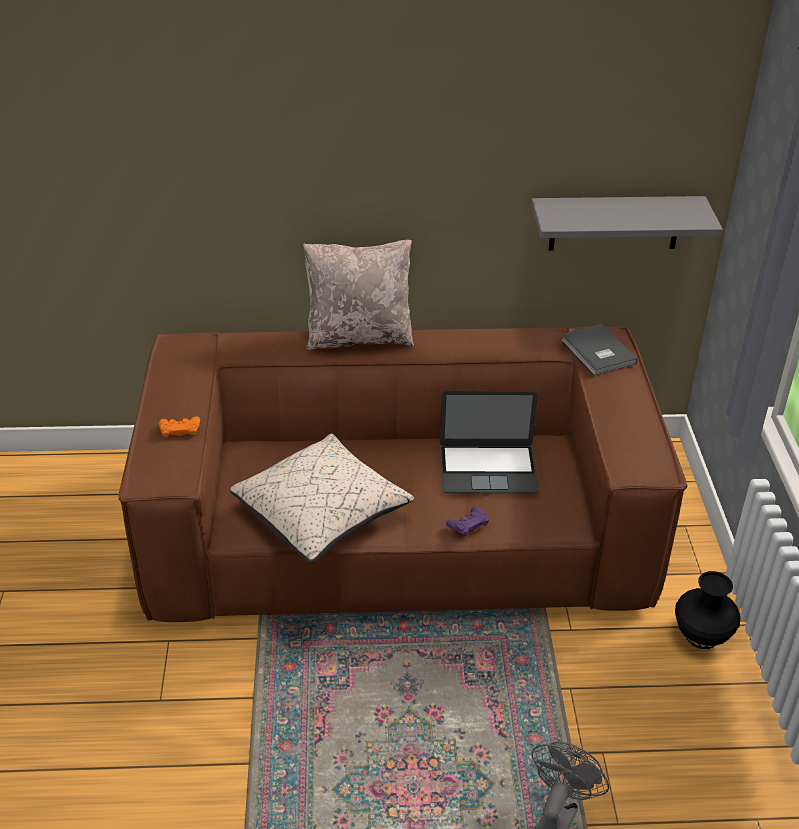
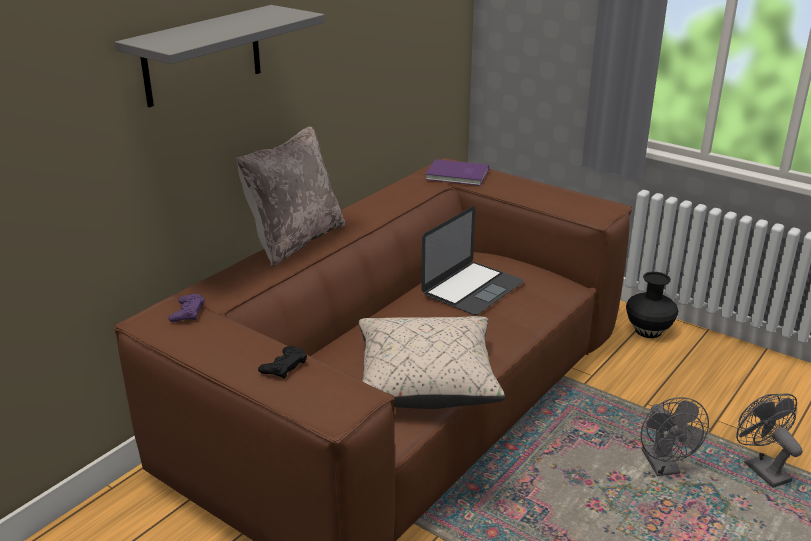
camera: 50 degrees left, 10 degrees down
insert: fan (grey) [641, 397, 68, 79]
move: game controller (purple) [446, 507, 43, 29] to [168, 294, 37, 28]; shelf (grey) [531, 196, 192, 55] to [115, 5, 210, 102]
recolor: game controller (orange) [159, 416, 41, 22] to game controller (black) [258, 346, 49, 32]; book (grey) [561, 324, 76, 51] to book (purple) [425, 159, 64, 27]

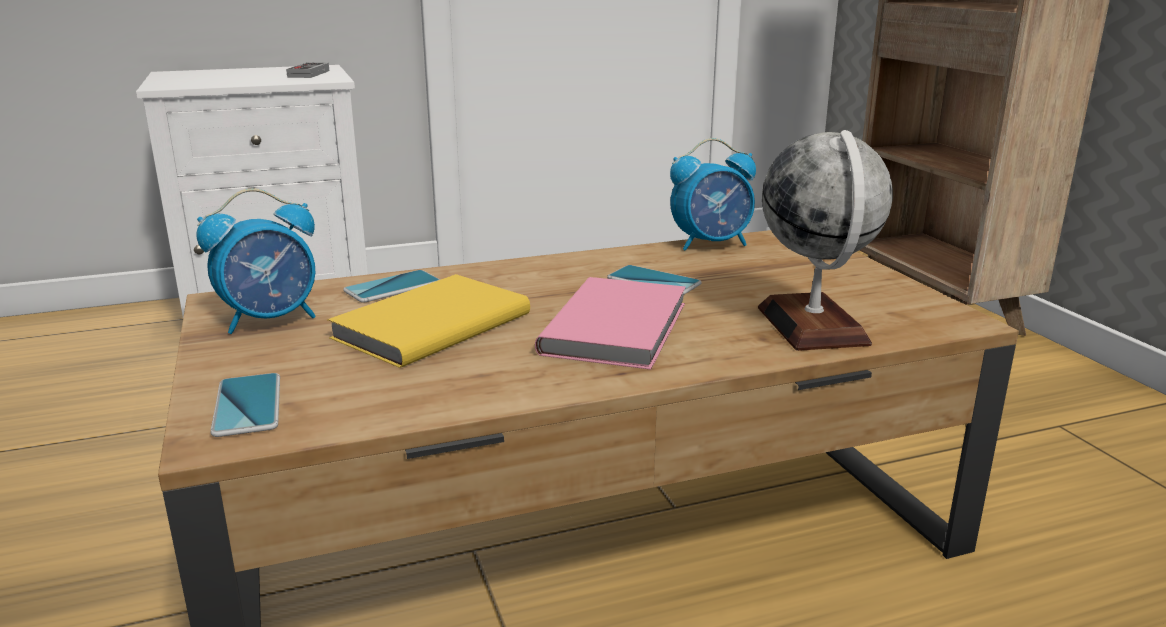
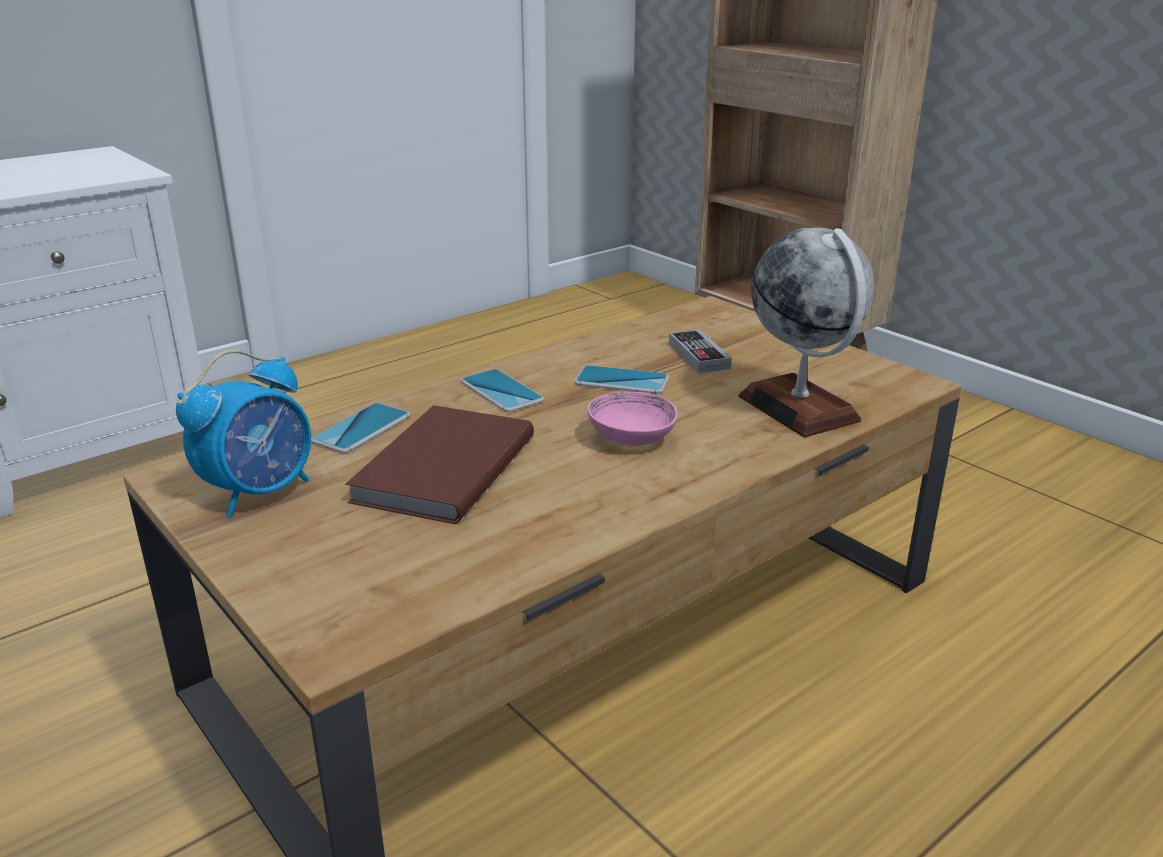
camera: 20 degrees left, 5 degrees up
delete: alarm clock [670, 138, 86, 113]
move: phone [211, 373, 69, 64] to [461, 369, 83, 43]; game controller [286, 63, 43, 15] to [669, 329, 62, 44]
replace: book (pink) [535, 277, 151, 93] to bowl (pink) [587, 392, 91, 54]
recolor: book (yellow) [327, 274, 203, 94] to book (brown) [345, 405, 189, 119]

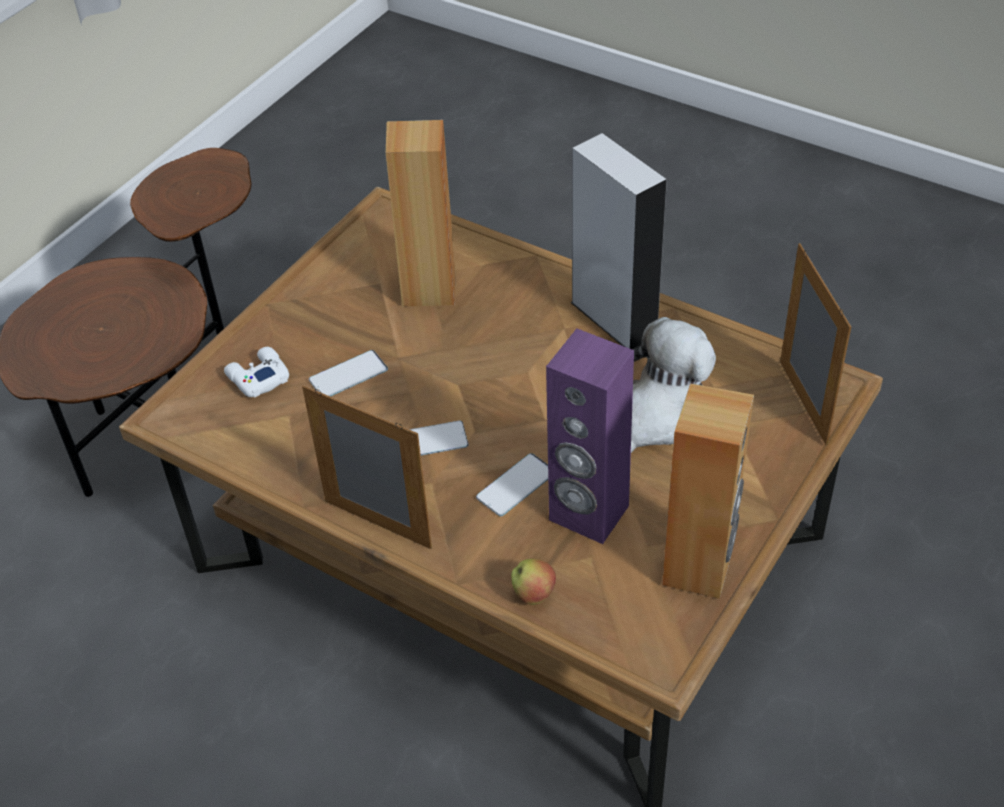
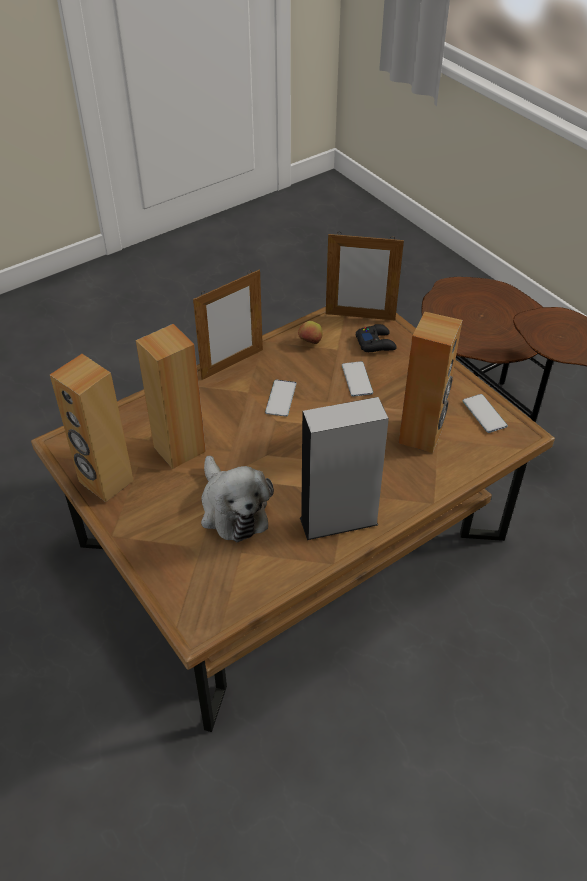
camera: 110 degrees right, 0 degrees up
move: phone [476, 453, 72, 63] to [463, 394, 45, 39]; apple [511, 559, 45, 46] to [298, 321, 24, 23]; picture frame [780, 243, 71, 202] to [326, 233, 78, 87]
recolor: game controller (white) [224, 347, 65, 51] to game controller (black) [355, 324, 42, 28]; speaker (purple) [546, 328, 88, 216] to speaker (brown) [136, 324, 70, 145]

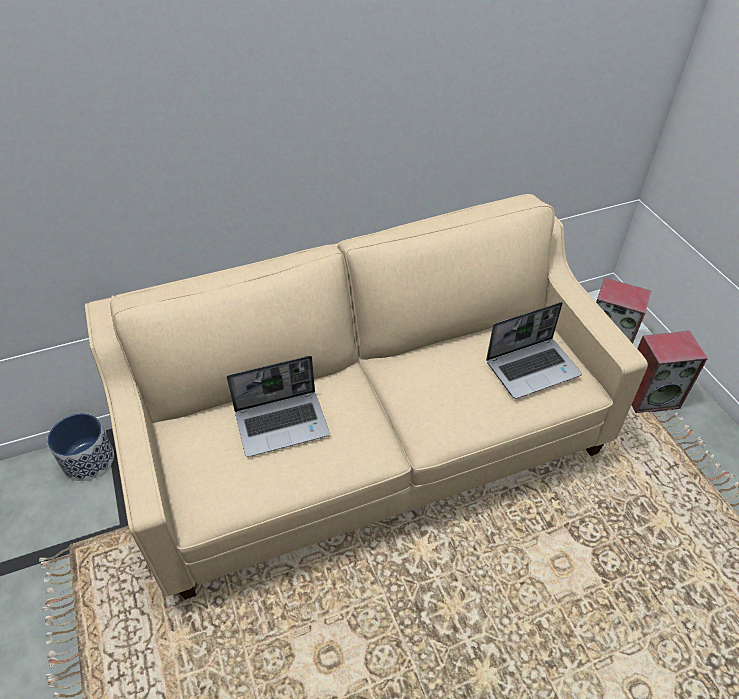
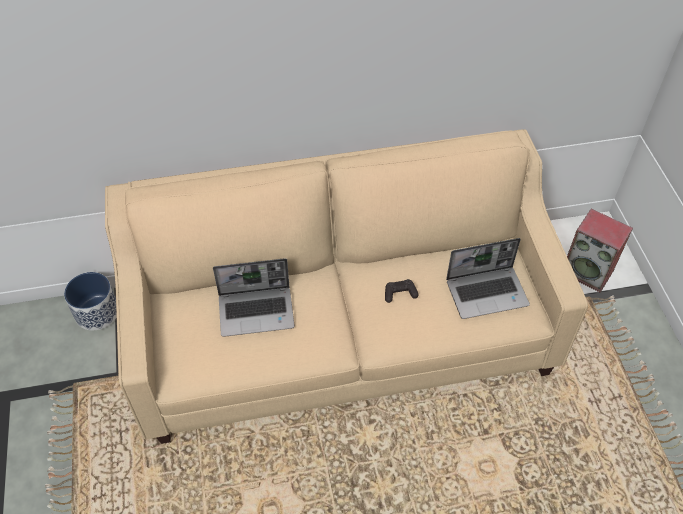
camera: 10 degrees right, 5 degrees up
delete: speaker [632, 331, 76, 82]
insert: game controller (black) [385, 279, 34, 24]

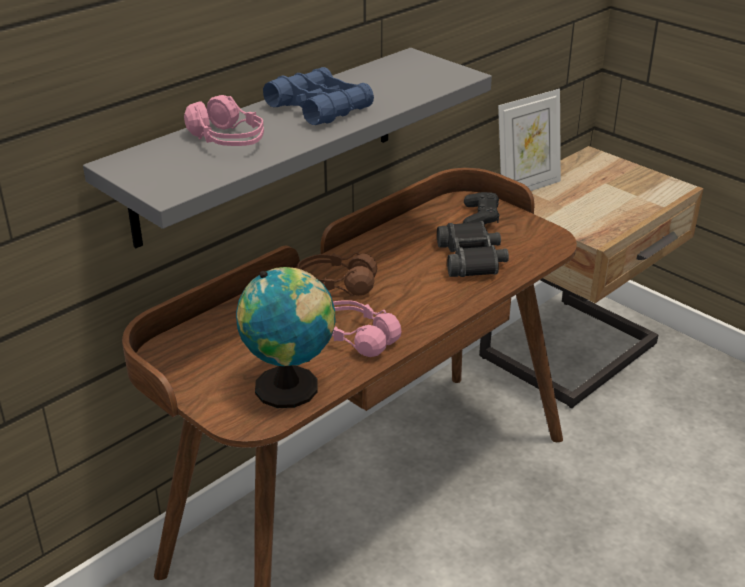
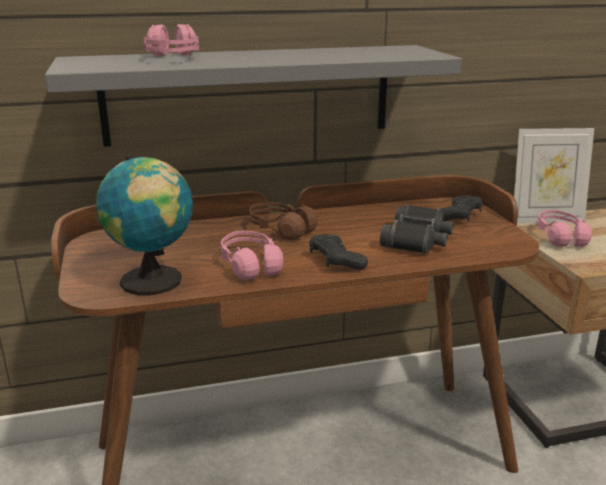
camera: 30 degrees right, 10 degrees down
delete: binoculars (blue) [263, 67, 111, 58]
insert: game controller (black) [309, 234, 59, 36]; headphones (pink) [537, 210, 55, 37]

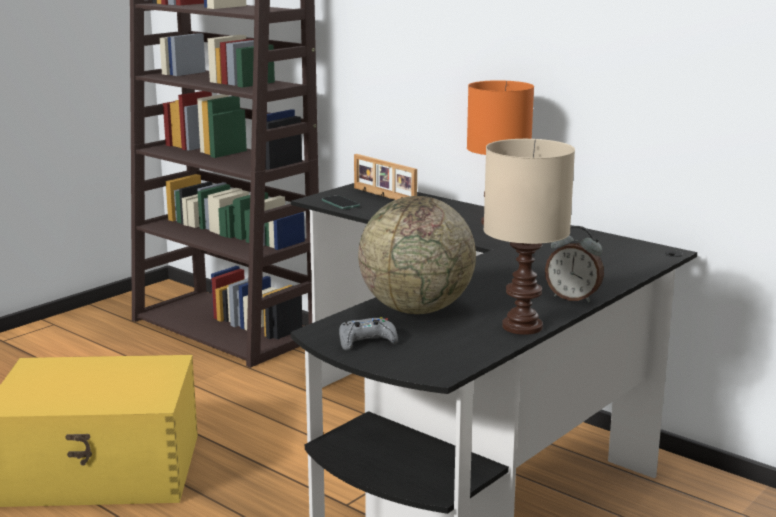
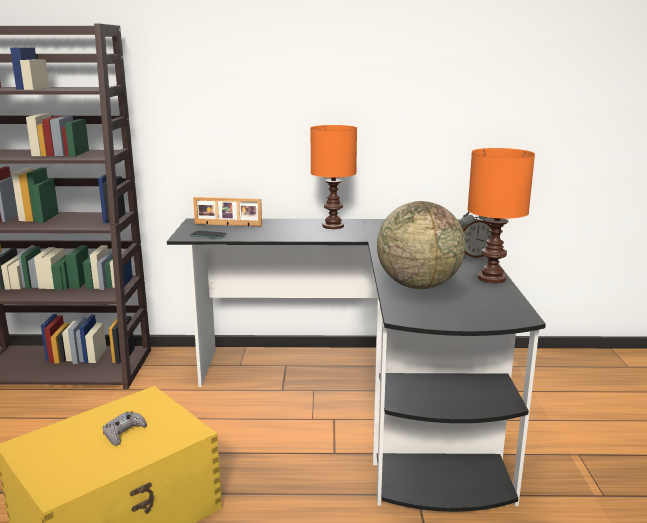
camera: 40 degrees left, 0 degrees up
move: game controller (grey) [339, 317, 59, 33] to [103, 411, 44, 35]
recolor: table lamp (beige) [483, 139, 92, 196] to table lamp (orange) [467, 148, 68, 135]

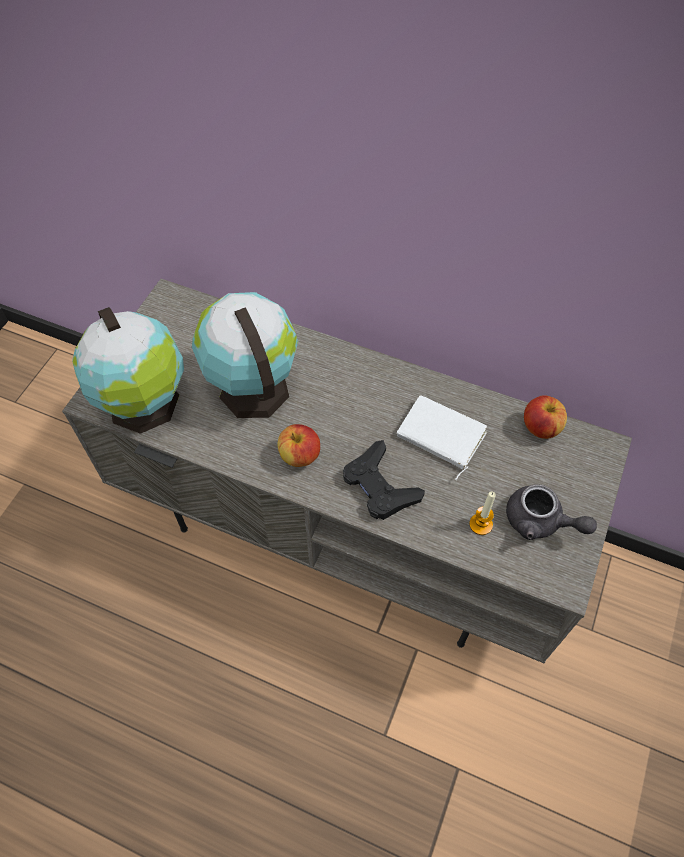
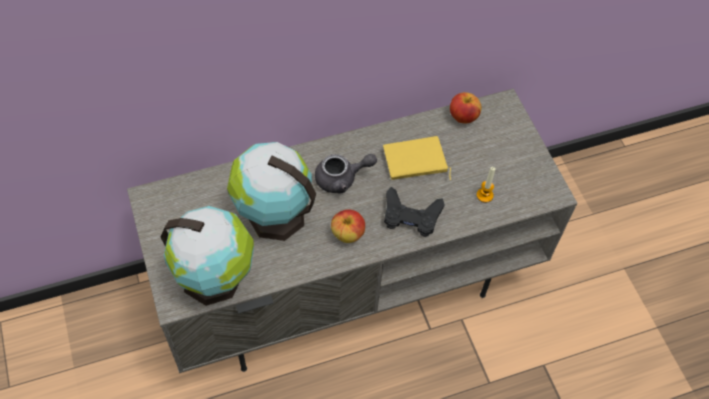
camera: 45 degrees left, 0 degrees up
move: teapot (grey) [506, 484, 91, 56] to [315, 154, 62, 40]
recolor: book (white) [397, 395, 90, 85] to book (yellow) [383, 136, 68, 44]

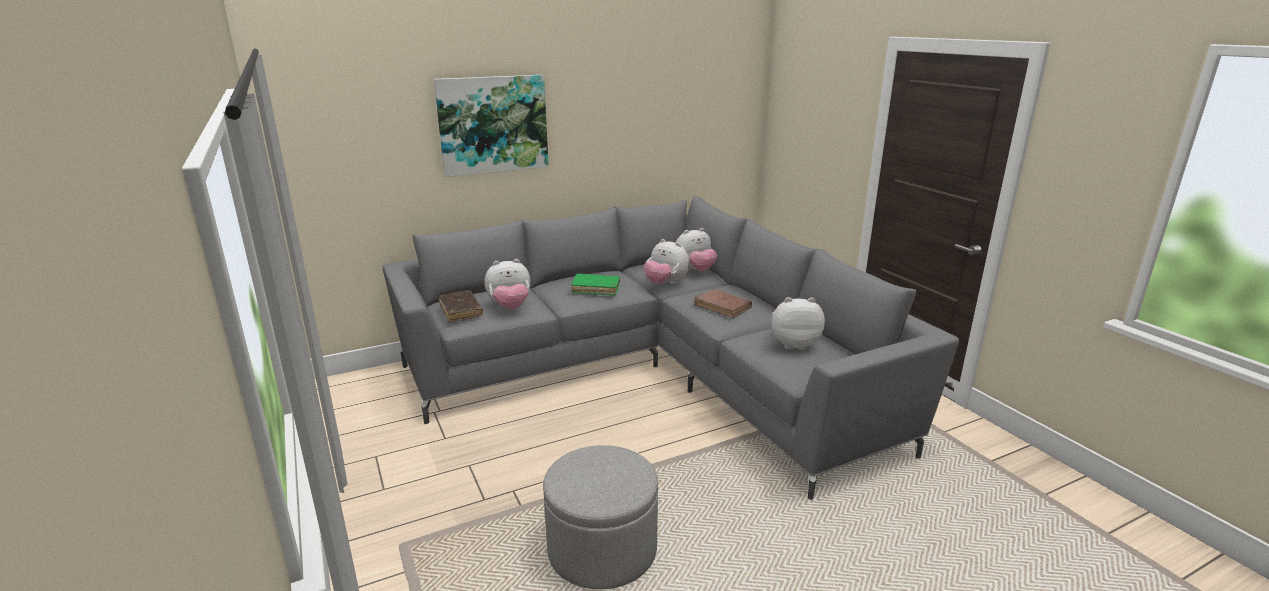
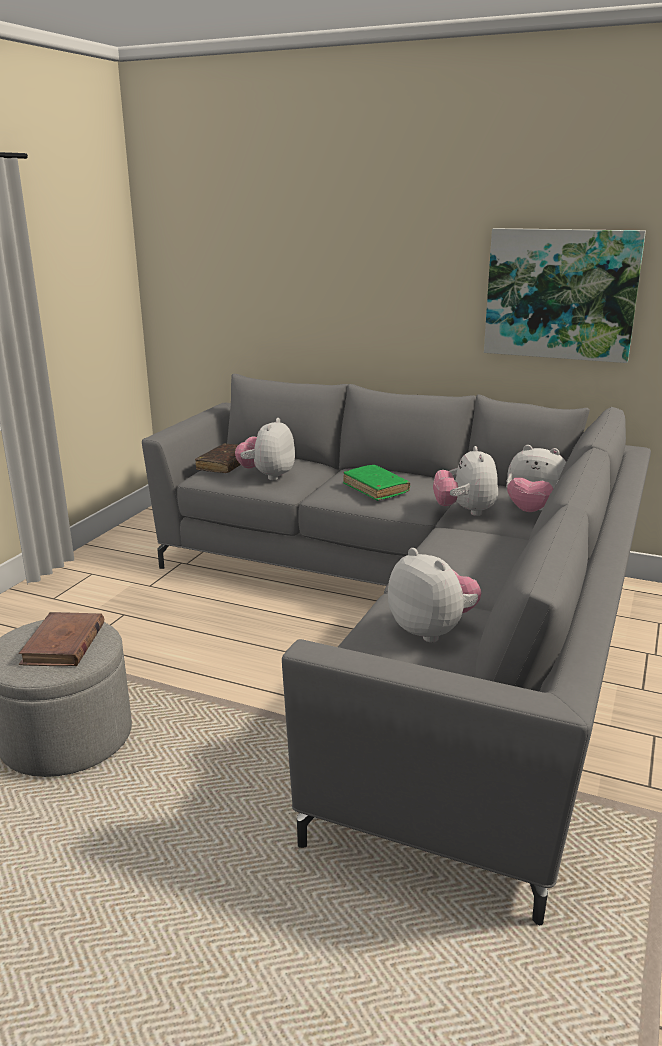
camera: 50 degrees right, 0 degrees up
move: picture [434, 75, 115, 102] to [484, 228, 162, 135]; book (brown) [694, 289, 58, 29] to [19, 612, 85, 54]
rotate: plush toy [485, 259, 46, 50] = [235, 418, 60, 62] 75 degrees clockwise

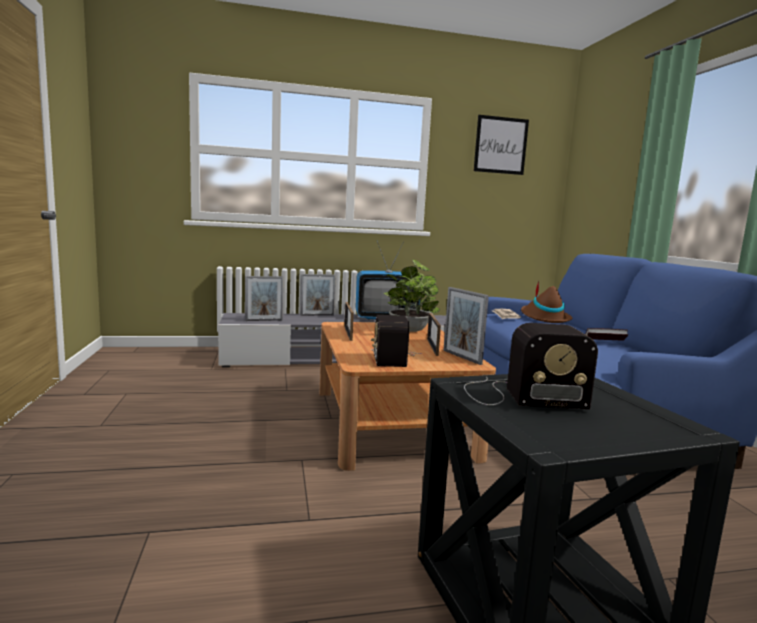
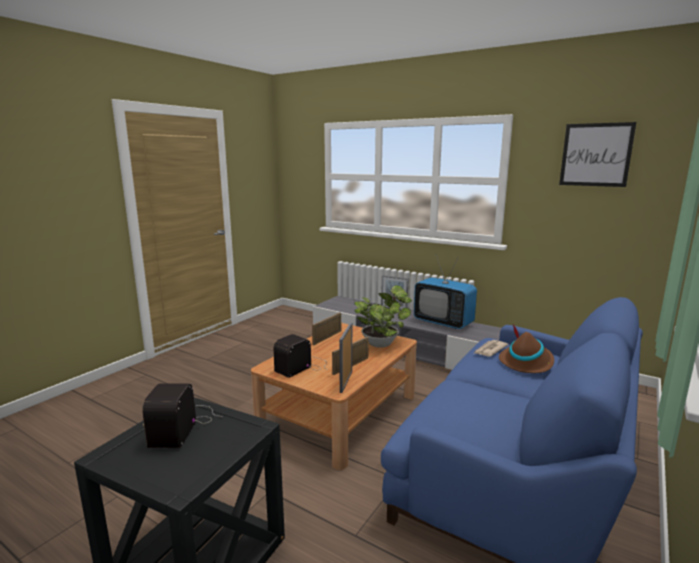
camera: 45 degrees right, 5 degrees up
delete: picture frame [245, 276, 38, 45]; book [585, 328, 43, 13]
rotate: radio [464, 323, 134, 86] = [142, 383, 81, 65] 45 degrees clockwise

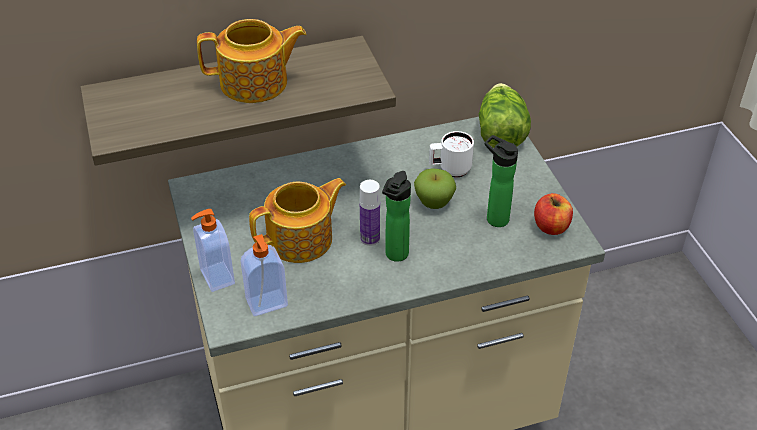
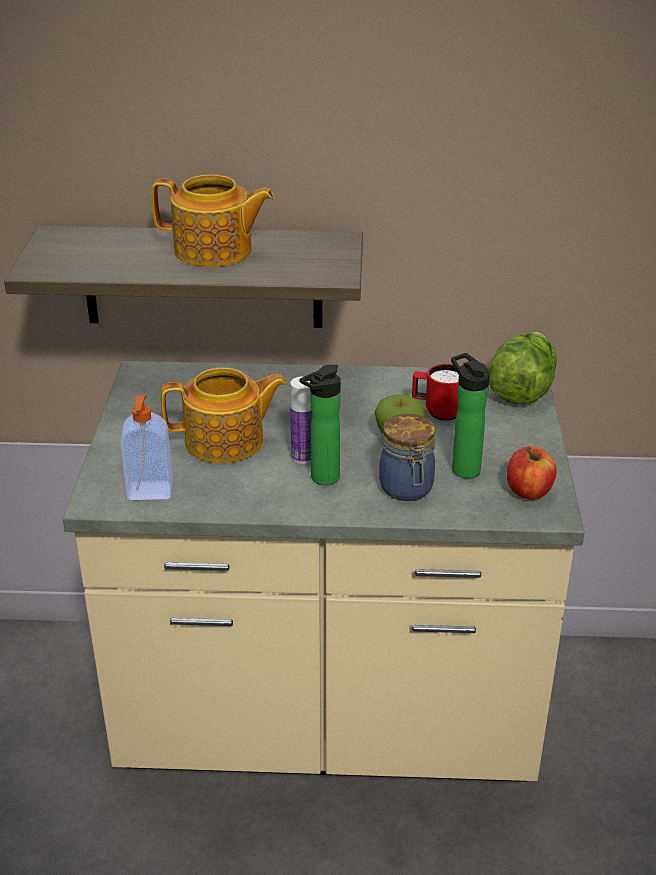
camera: 20 degrees right, 10 degrees down
delete: soap dispenser [191, 209, 44, 83]
insert: jar [379, 414, 56, 87]
recolor: mug (white) [429, 131, 45, 46] to mug (red) [412, 364, 47, 57]

